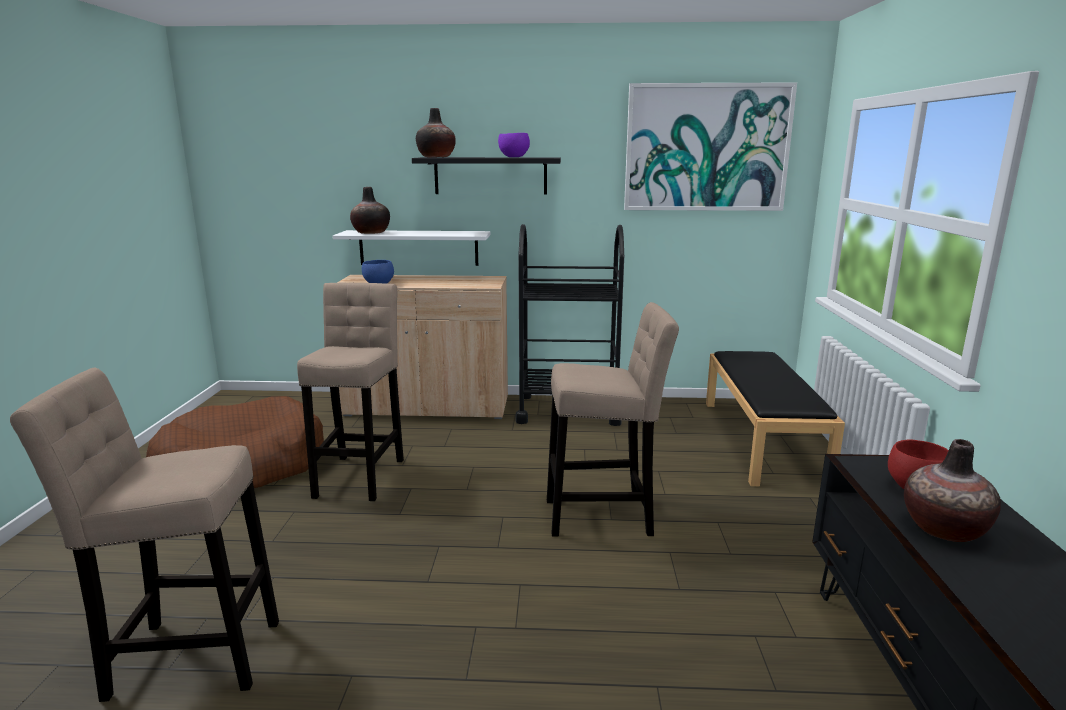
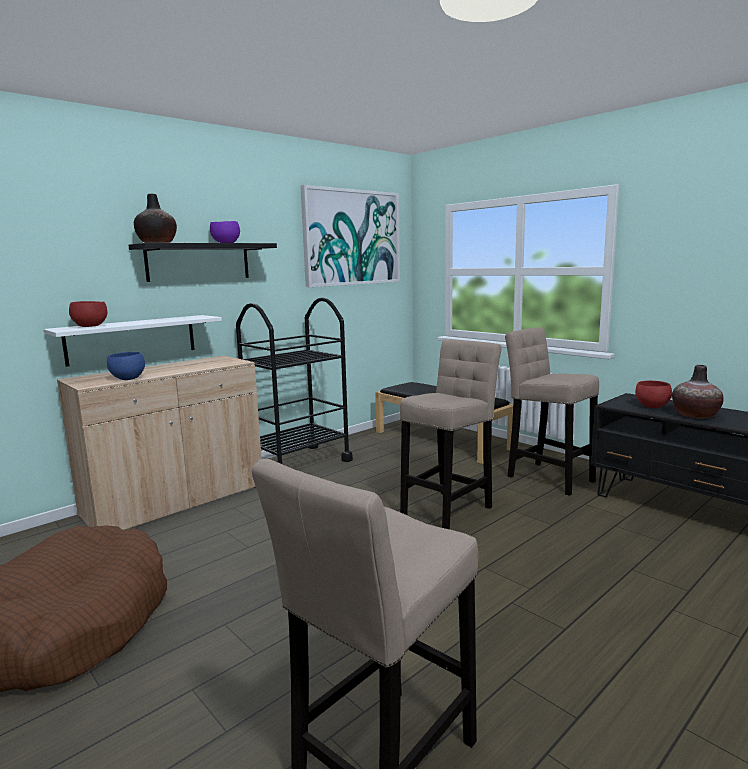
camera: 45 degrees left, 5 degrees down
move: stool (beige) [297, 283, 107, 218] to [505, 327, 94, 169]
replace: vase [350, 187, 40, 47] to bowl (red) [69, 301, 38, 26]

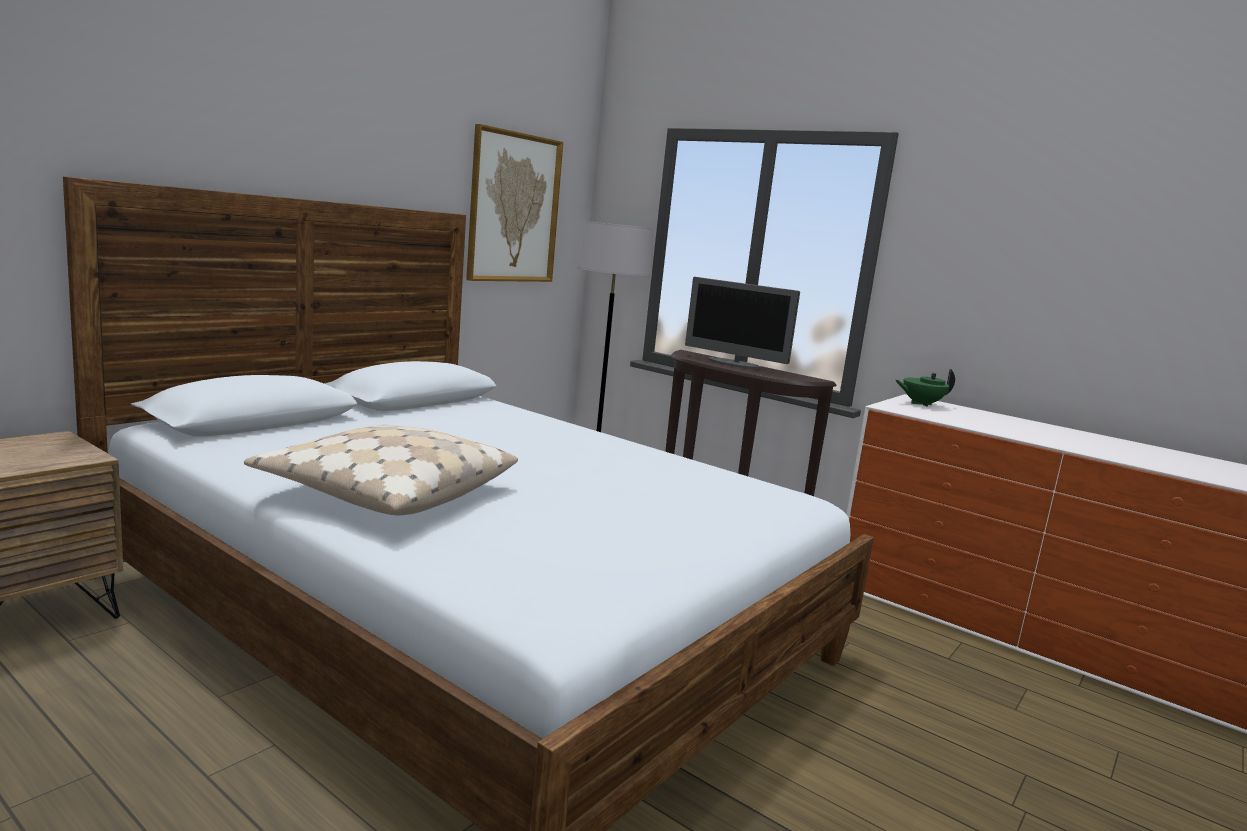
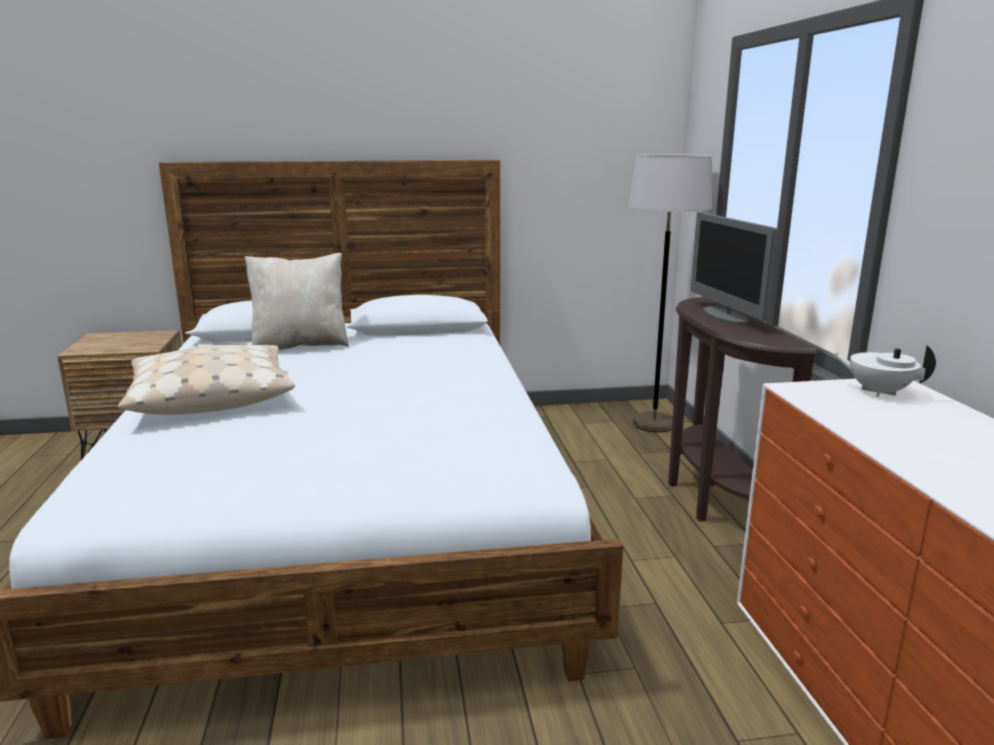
camera: 45 degrees right, 5 degrees up
delete: picture [466, 124, 97, 158]
insert: pillow (beige) [244, 253, 105, 97]
recolor: teapot (green) [895, 369, 60, 38] to teapot (white) [832, 345, 104, 52]

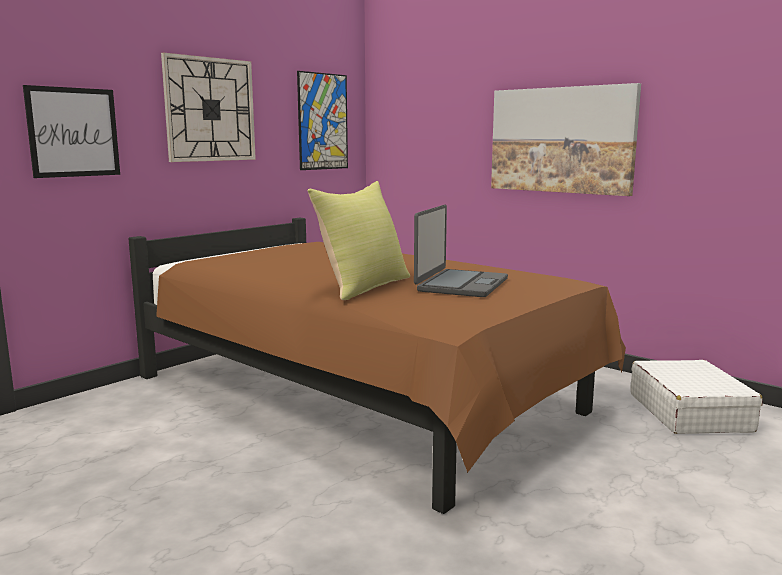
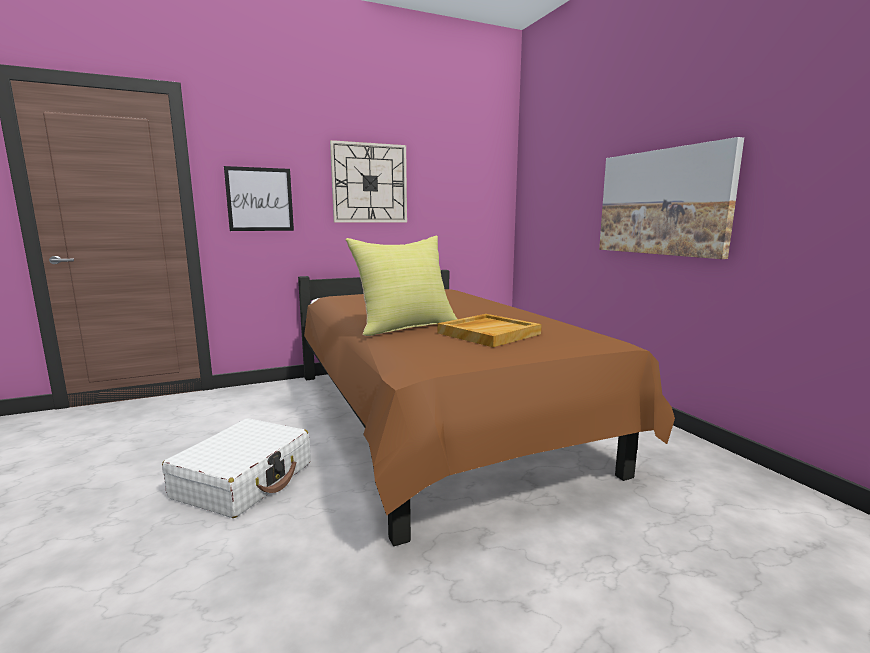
camera: 25 degrees right, 0 degrees up
delete: picture [297, 71, 51, 99]
move: suitcase (white) [631, 360, 132, 74] to [162, 418, 148, 100]
replace: laptop [414, 204, 94, 93] to tray (beige) [438, 314, 104, 33]

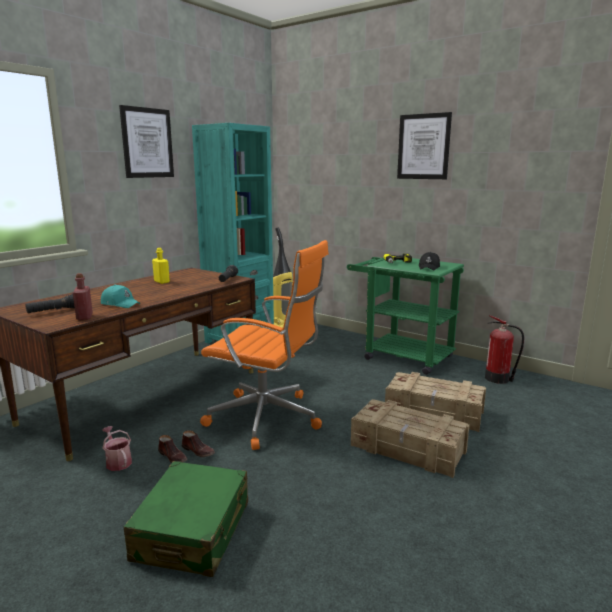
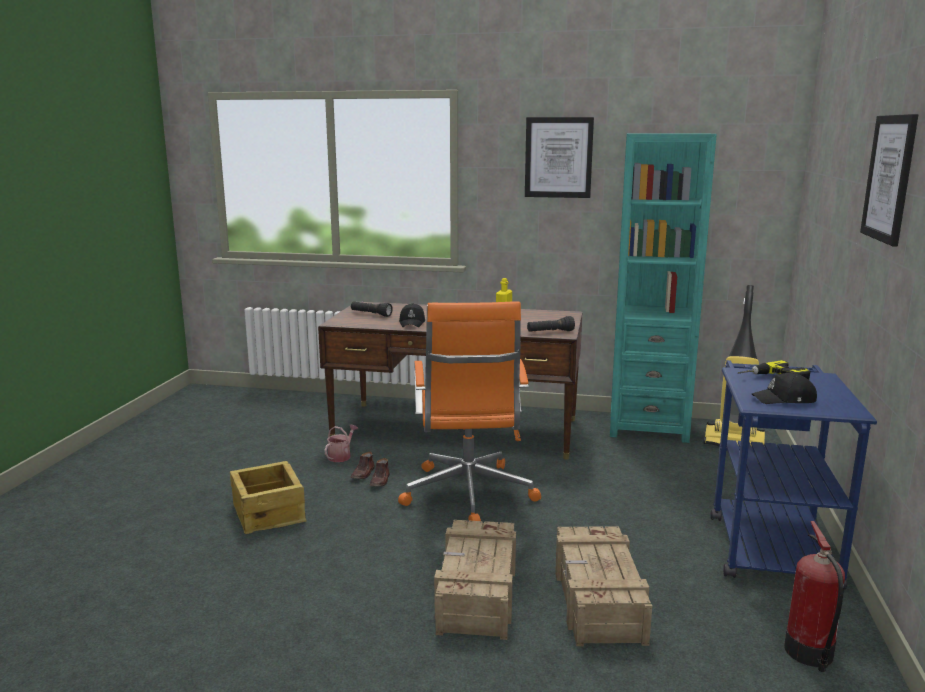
camera: 65 degrees right, 0 degrees up
delete: bottle (red) [73, 273, 20, 47]
replace: suitcase (green) [124, 461, 124, 116] to crate [230, 461, 76, 73]
recolor: cap (turquoise) [101, 285, 39, 23] to cap (black) [399, 303, 26, 24]; cart (green) [347, 257, 117, 118] to cart (blue) [710, 360, 167, 230]

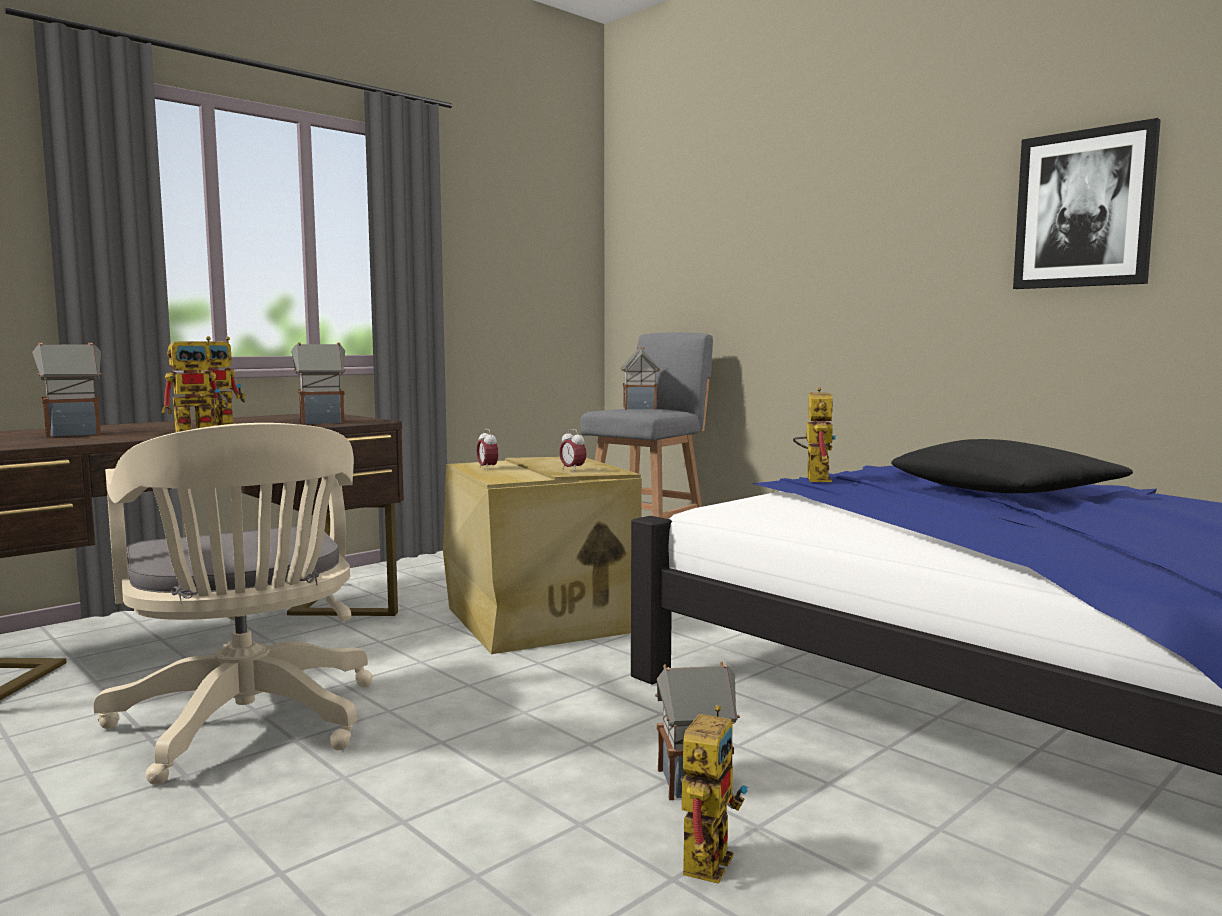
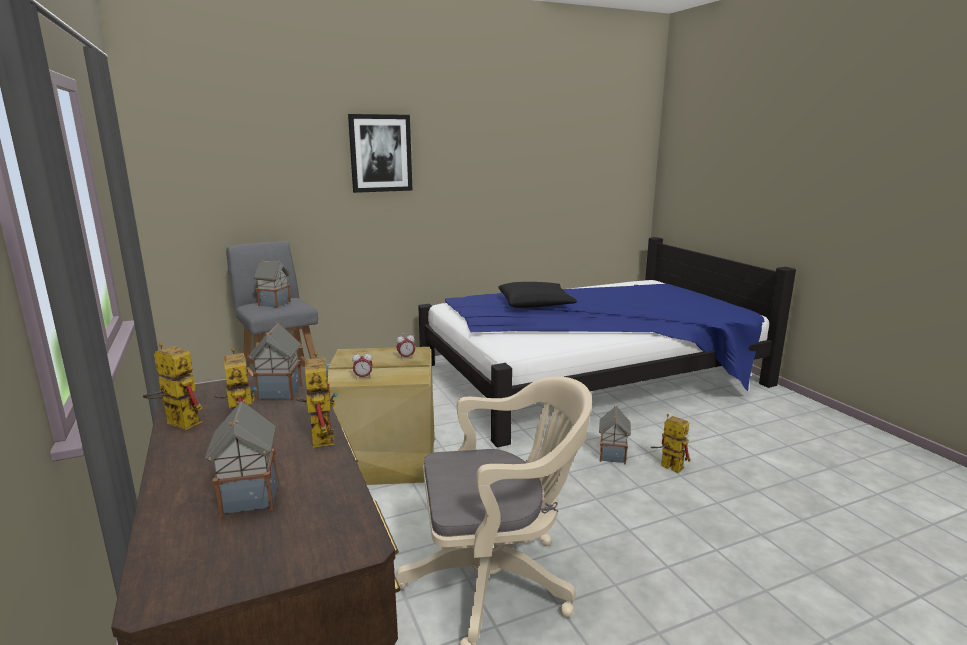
camera: 70 degrees left, 10 degrees up
move: toy robot [793, 387, 43, 95] to [143, 343, 60, 87]; picture [1013, 118, 148, 171] to [348, 114, 64, 79]

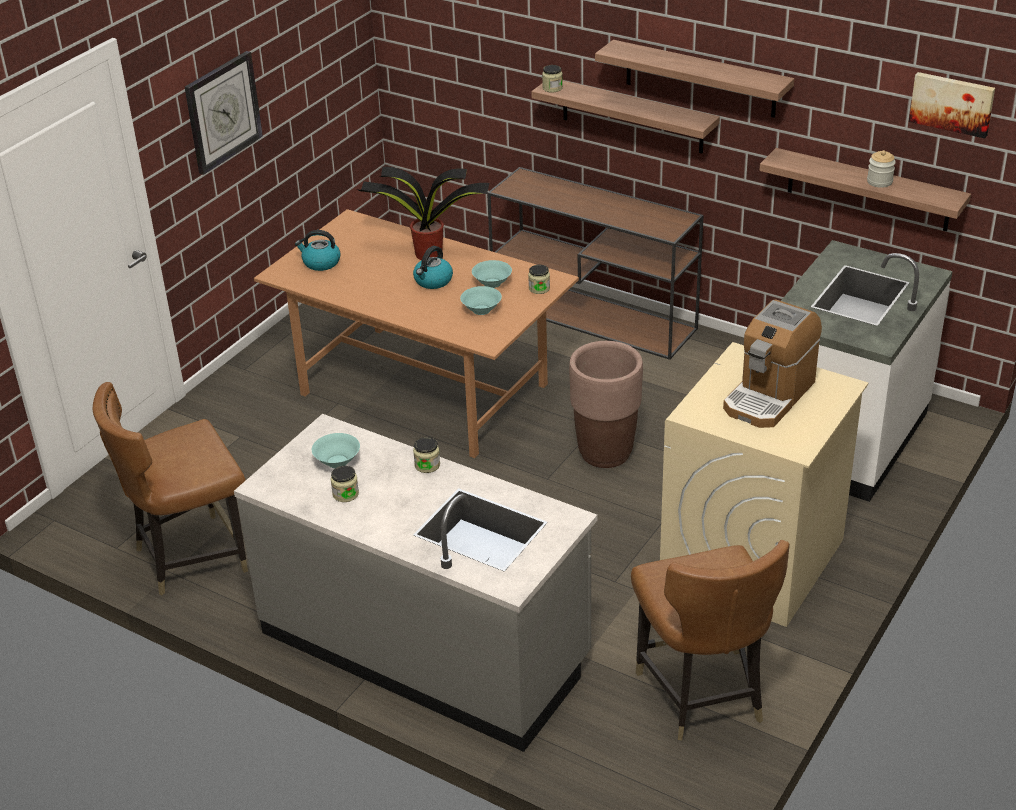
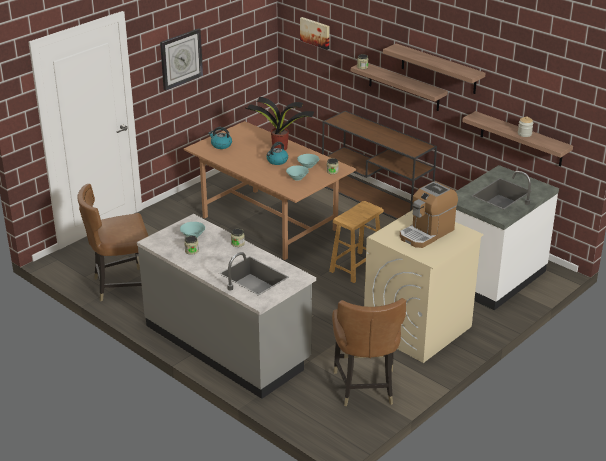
camera: 10 degrees right, 5 degrees down
move: picture [909, 72, 86, 66] to [300, 17, 30, 33]
replace: planter (brown) [569, 341, 74, 127] to stool (brown) [329, 201, 54, 82]

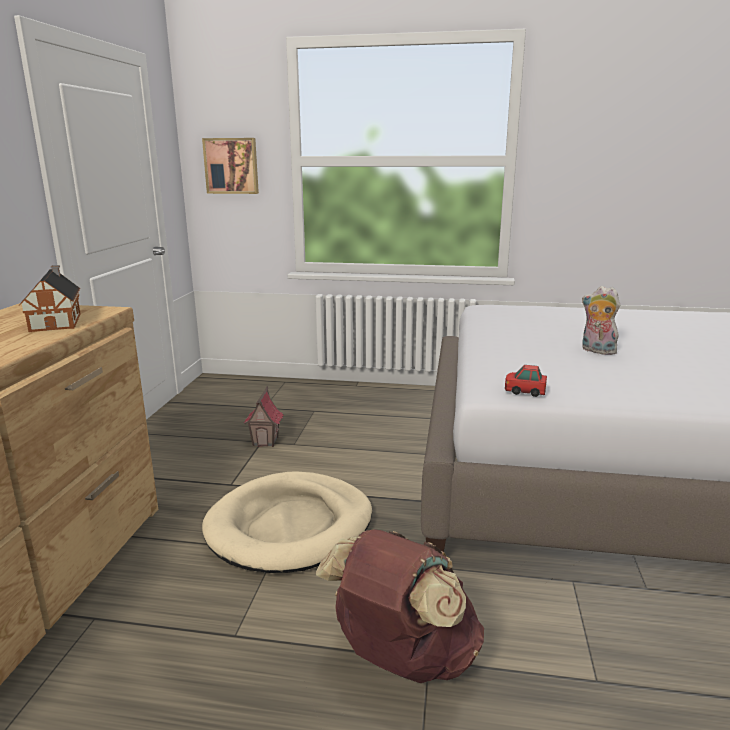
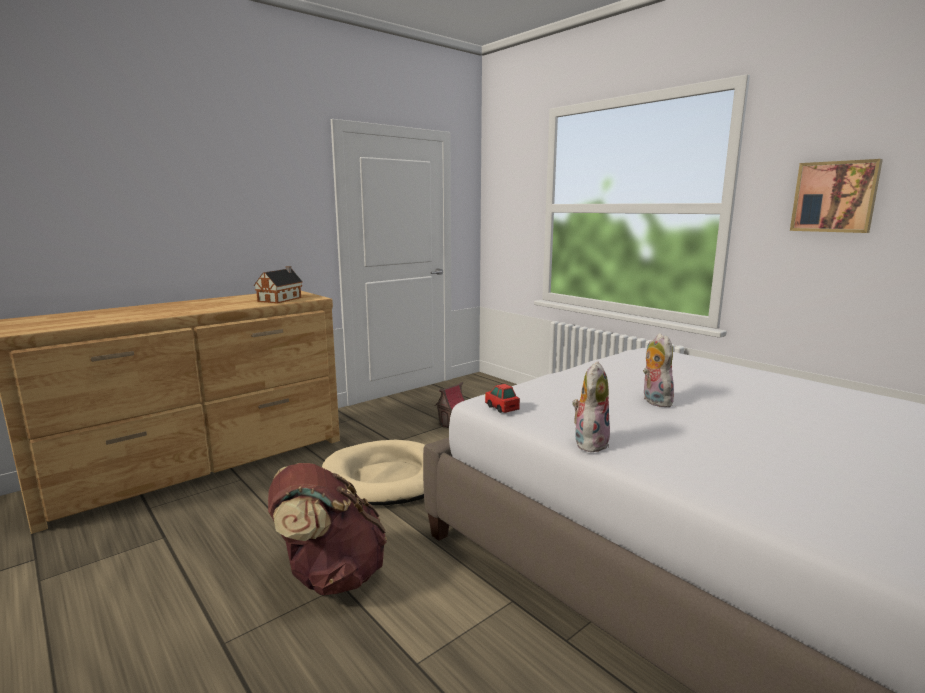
camera: 40 degrees right, 5 degrees down
insert: plush toy [572, 361, 38, 91]
move: picture [202, 138, 57, 56] to [790, 159, 93, 74]

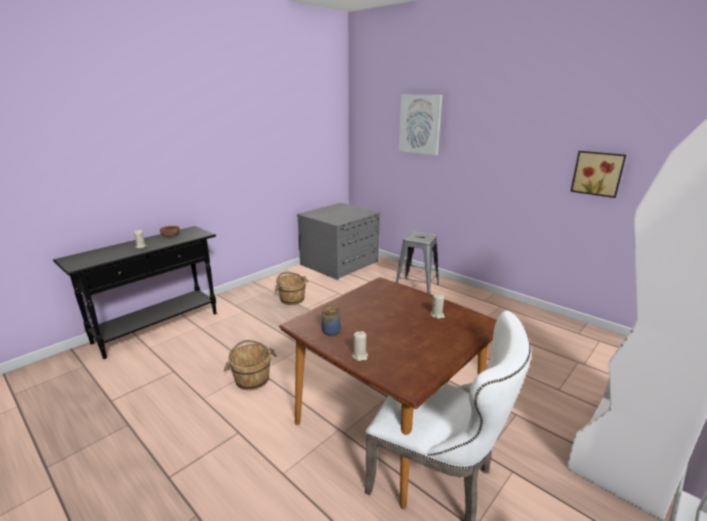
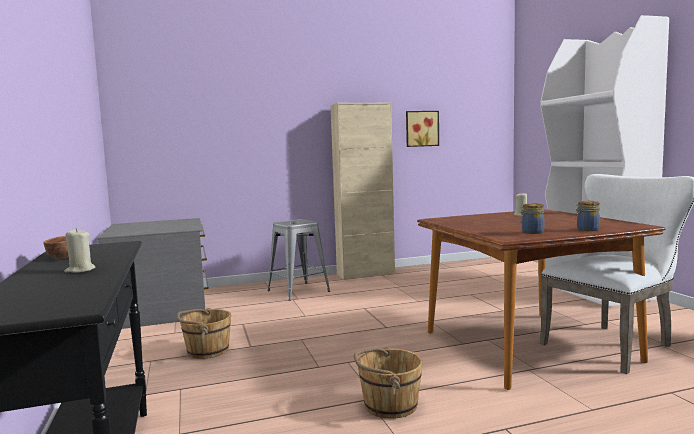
camera: 60 degrees left, 15 degrees down
delete: picture [399, 95, 43, 60]
insert: cabinet (beige) [331, 102, 64, 178]
replace: candle (beige) [352, 331, 16, 30] to jar [575, 201, 25, 30]

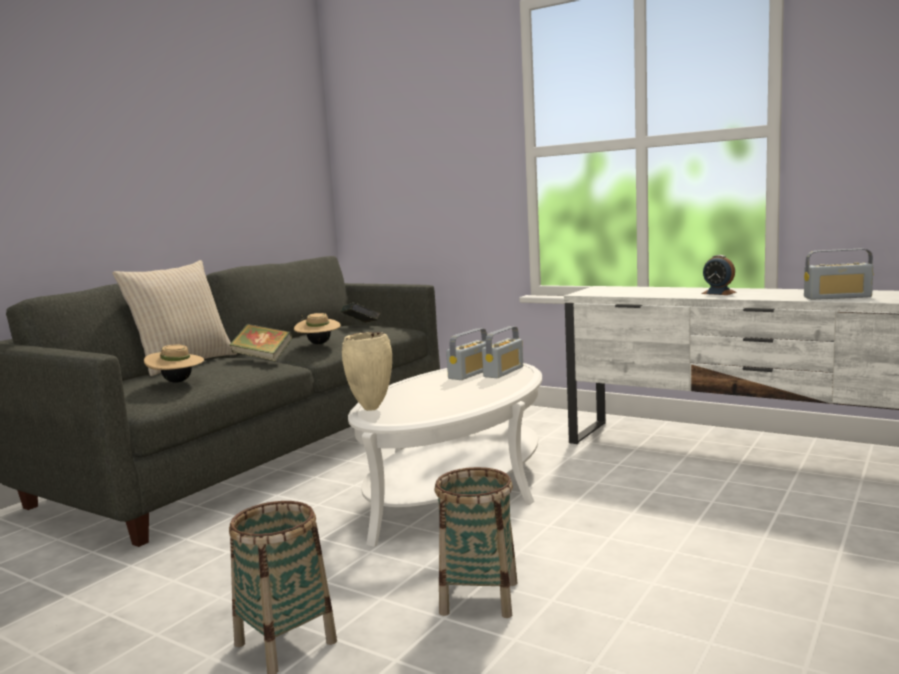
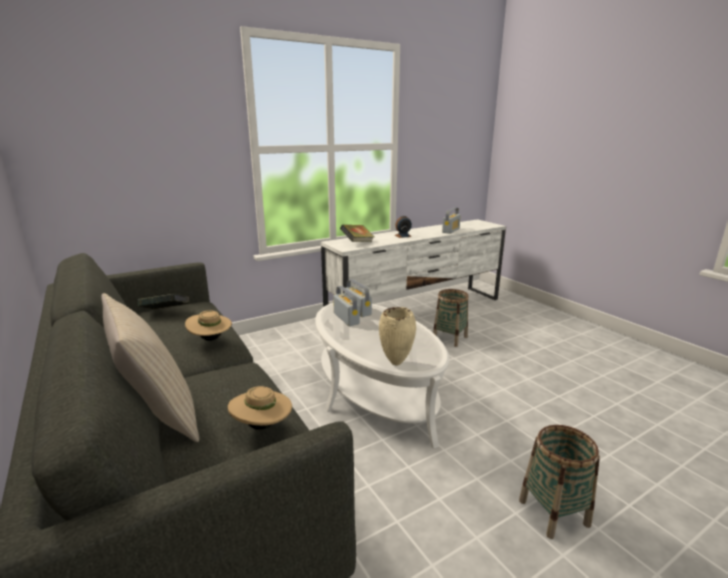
camera: 65 degrees left, 10 degrees up
move: book [230, 324, 62, 38] to [340, 225, 34, 17]; basket [434, 467, 83, 151] to [433, 289, 36, 58]

